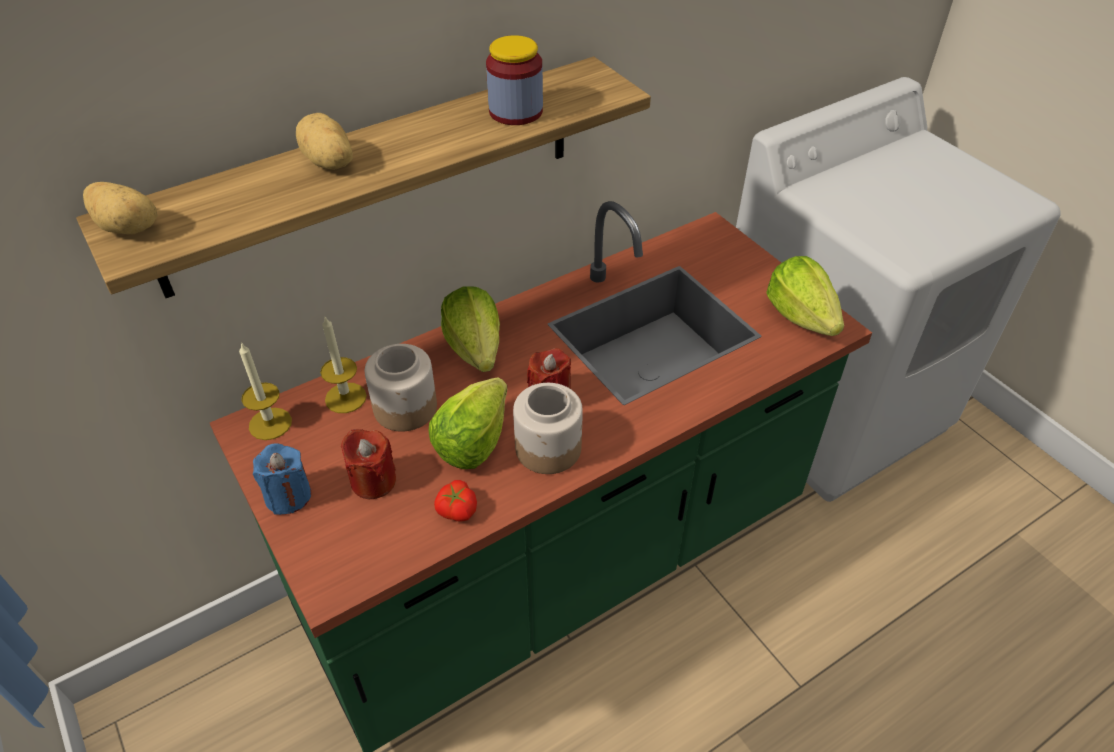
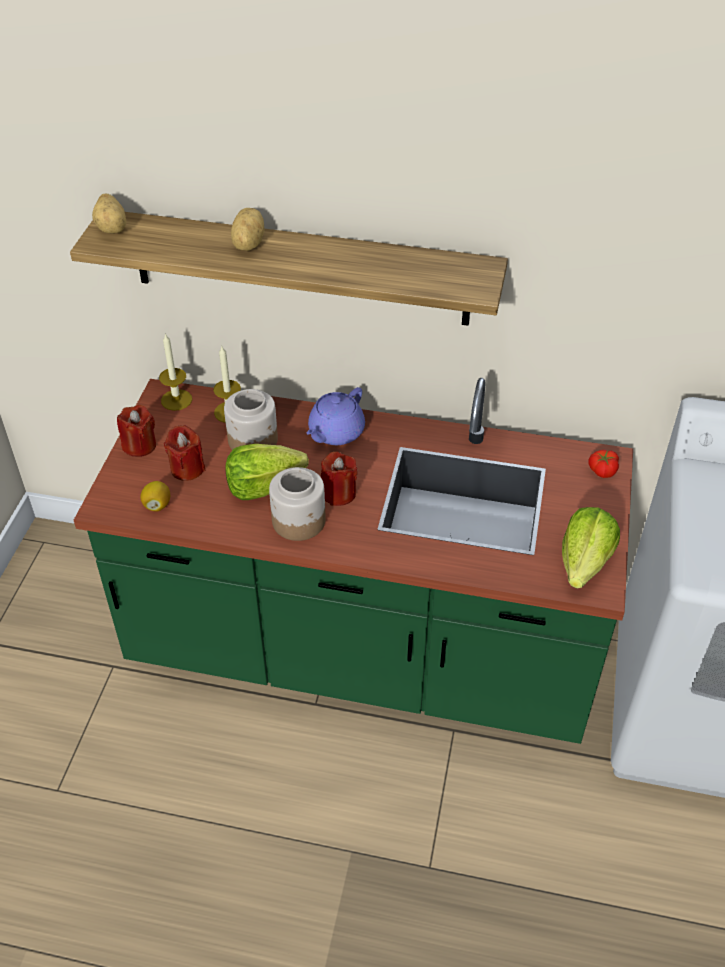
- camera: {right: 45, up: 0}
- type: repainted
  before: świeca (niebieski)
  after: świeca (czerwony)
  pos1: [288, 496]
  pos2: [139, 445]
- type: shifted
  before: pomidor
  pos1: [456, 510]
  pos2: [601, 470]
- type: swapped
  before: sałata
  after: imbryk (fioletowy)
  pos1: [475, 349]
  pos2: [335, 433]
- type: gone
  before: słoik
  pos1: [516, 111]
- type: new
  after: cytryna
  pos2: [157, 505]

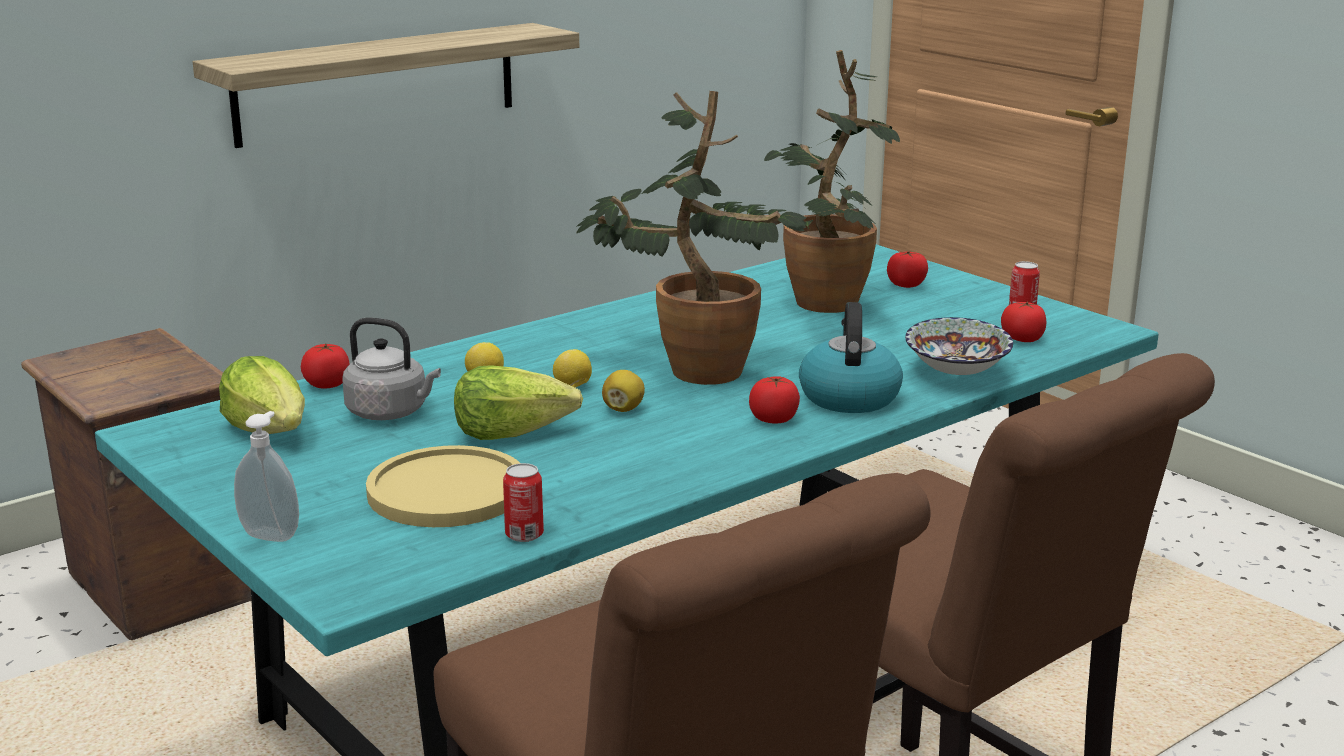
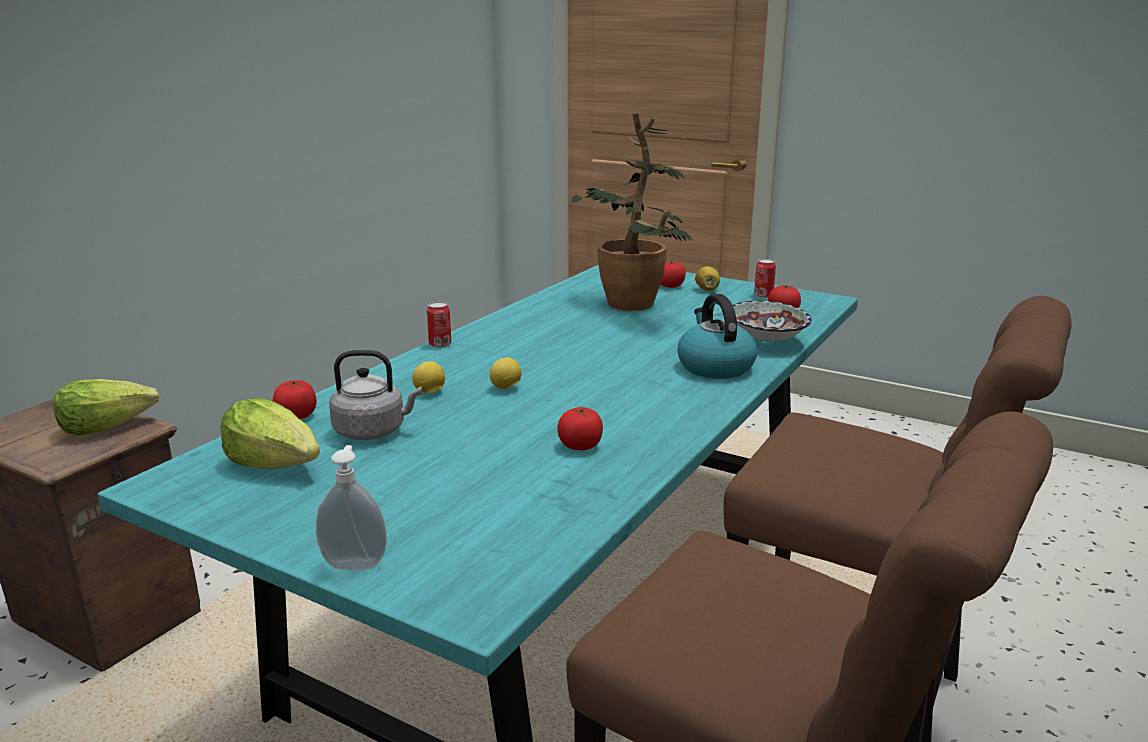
- camera: {right: -20, up: 0}
- type: gone
  before: półka
  pos1: [377, 83]
- type: gone
  before: talerz (żółty)
  pos1: [447, 490]
- type: shifted
  before: sałata
  pos1: [512, 432]
  pos2: [106, 426]
- type: shifted
  before: puszka
  pos1: [524, 535]
  pos2: [440, 344]
- type: gone
  before: roślina doniczkowa
  pos1: [693, 366]
- type: shifted
  before: cytryna
  pos1: [623, 409]
  pos2: [707, 290]
- type: shifted
  before: pomidor
  pos1: [774, 419]
  pos2: [580, 446]

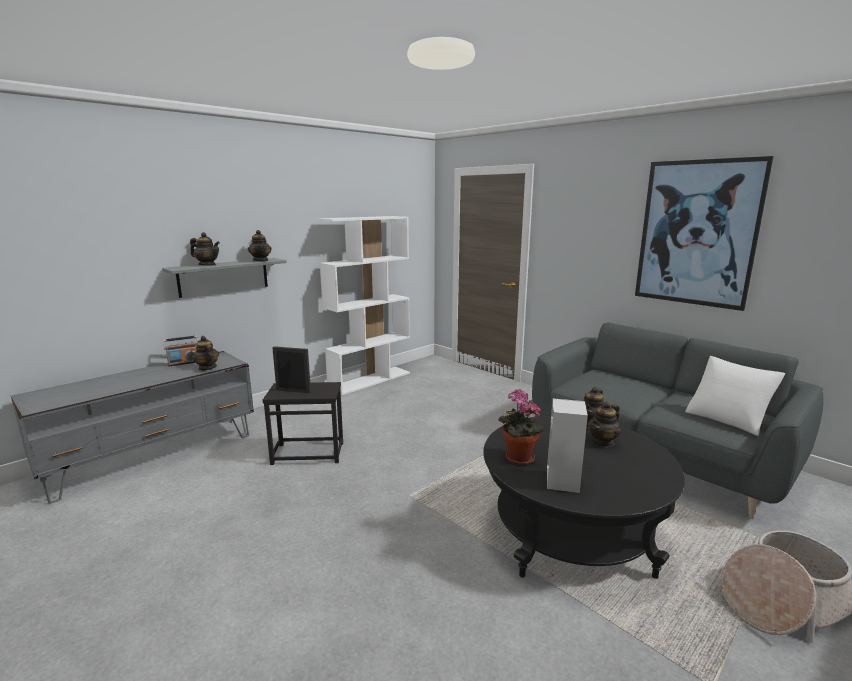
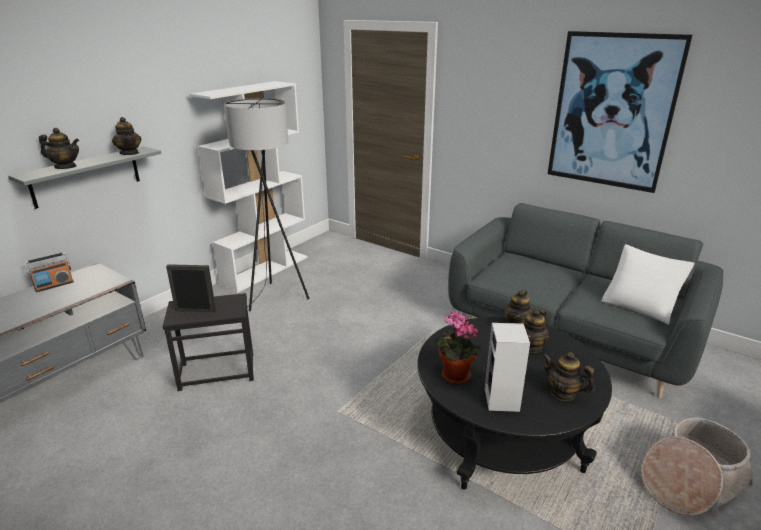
- camera: {right: -10, up: 10}
- type: shifted
  before: imbryk
  pos1: [207, 368]
  pos2: [563, 393]
- type: new
  after: lampa stojąca (szary)
  pos2: [273, 299]

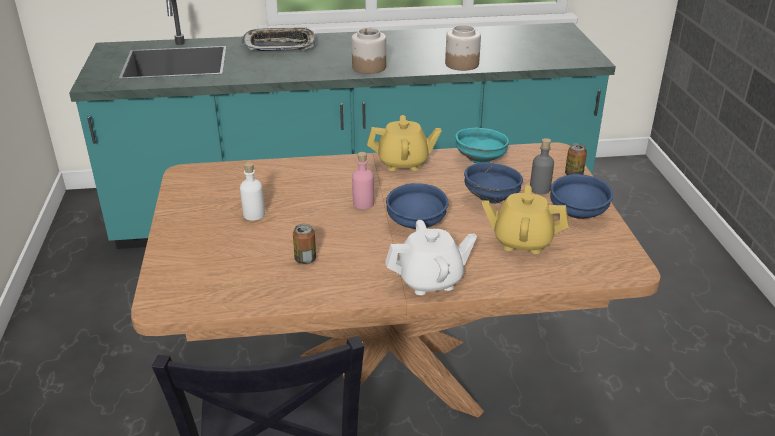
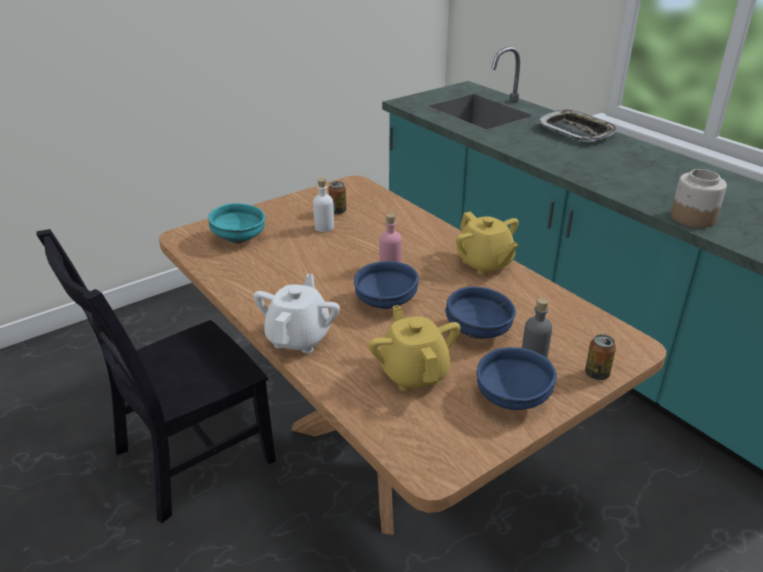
- camera: {right: 60, up: 0}
- type: shifted
  before: puszka
  pos1: [305, 259]
  pos2: [337, 211]
- type: gone
  before: słoik
  pos1: [369, 67]
- type: rotated
  before: imbryk (biały)
  pos1: [430, 280]
  pos2: [299, 338]
  turn: -120
- type: shifted
  before: miska (turkusowy)
  pos1: [481, 159]
  pos2: [240, 238]

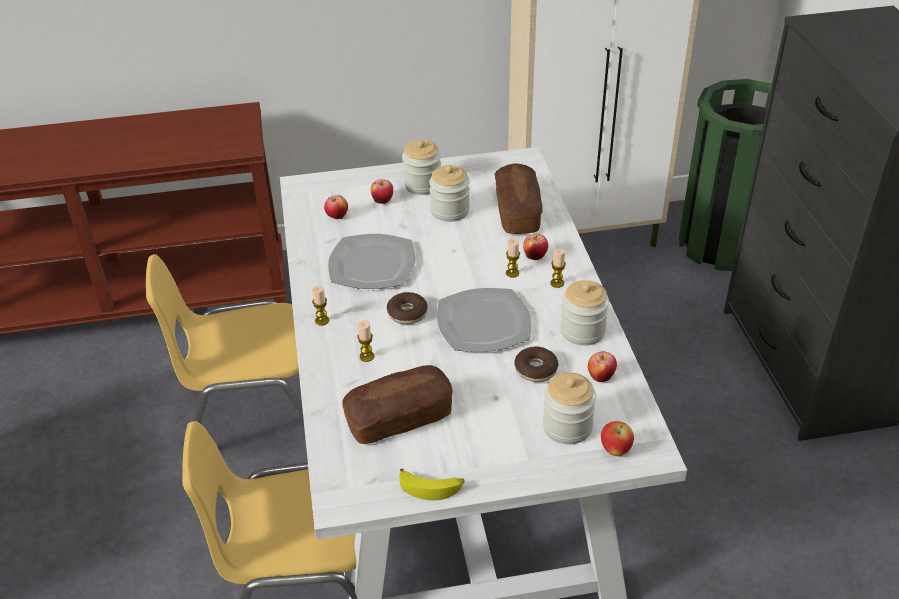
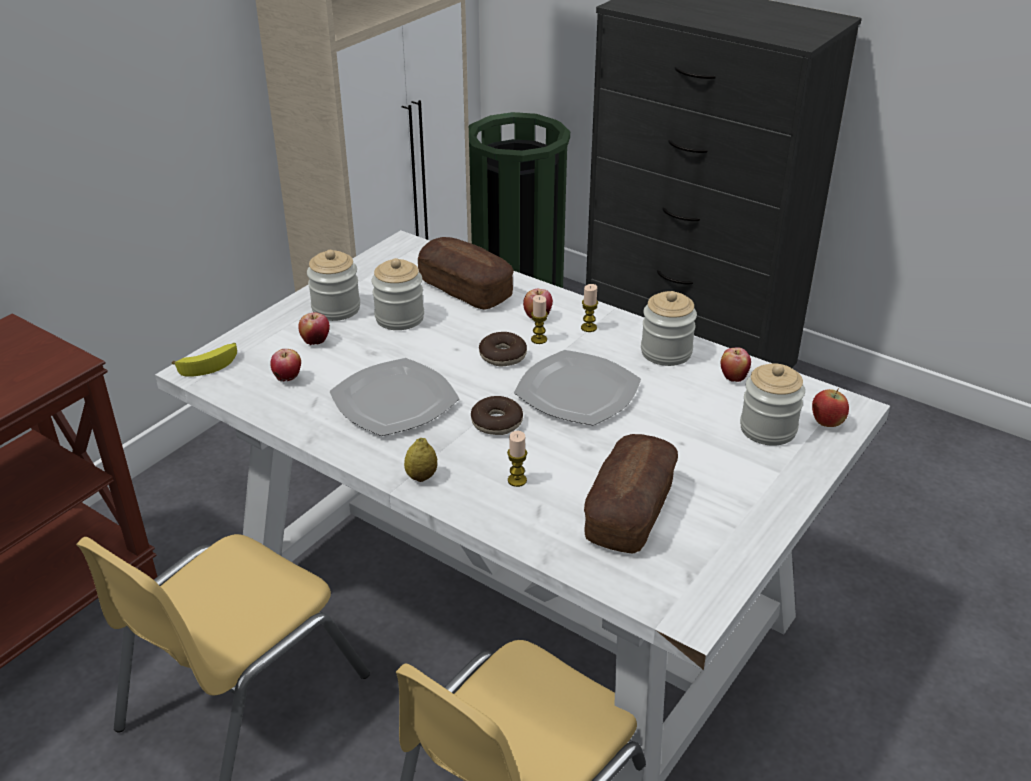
- camera: {right: -45, up: -5}
- type: swapped
  before: świeca
  after: cytryna
  pos1: [322, 320]
  pos2: [421, 476]
- type: shifted
  before: banan
  pos1: [431, 487]
  pos2: [209, 364]
- type: shifted
  before: donut
  pos1: [535, 369]
  pos2: [502, 356]

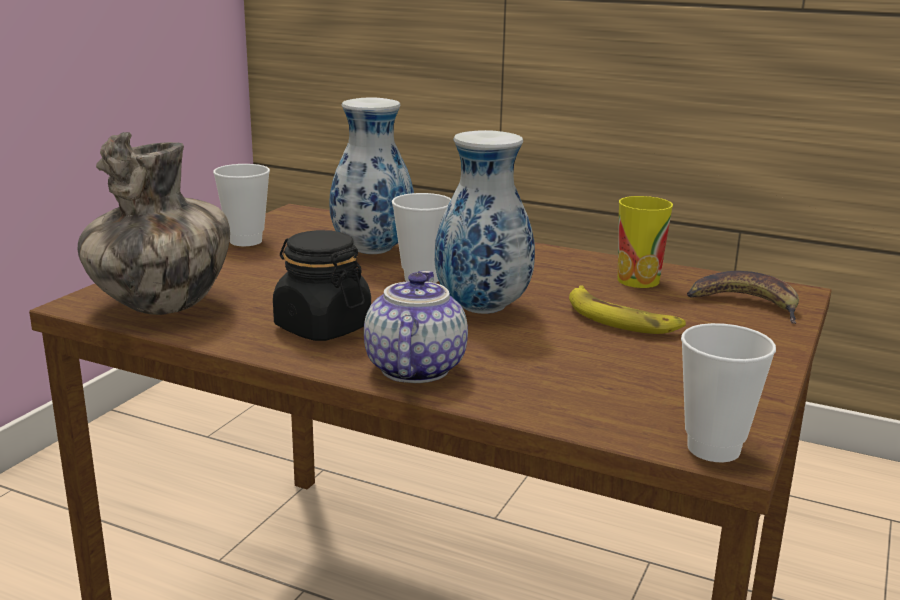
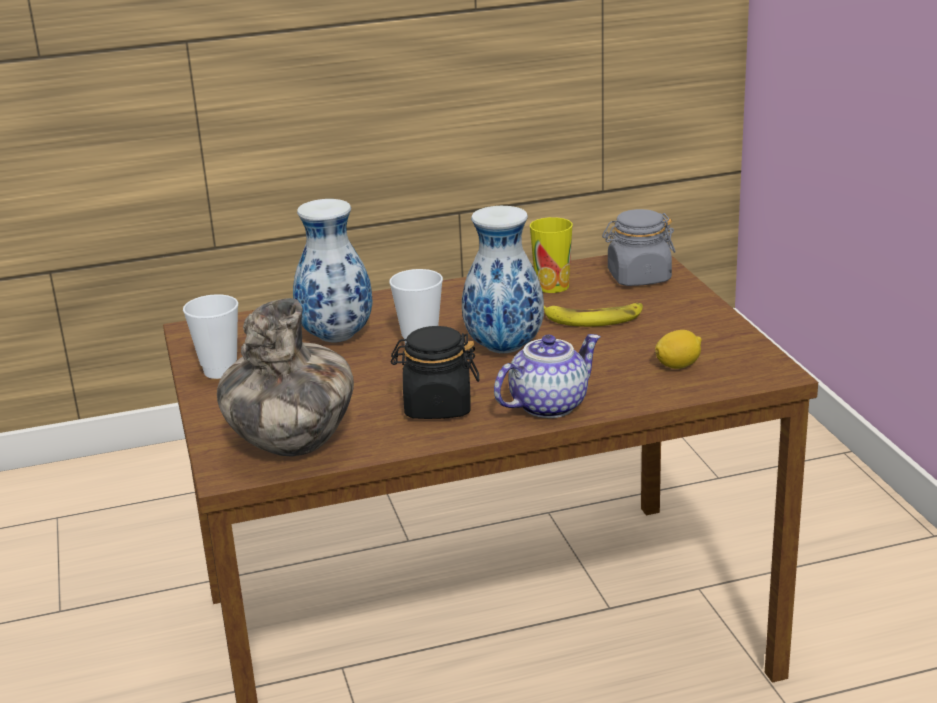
- camera: {right: -40, up: 5}
- type: rotated
  before: imbryk
  pos1: [413, 368]
  pos2: [548, 405]
  turn: 90
- type: gone
  before: filiżanka
  pos1: [713, 449]
- type: swapped
  before: banan
  after: słoik (szary)
  pos1: [745, 304]
  pos2: [638, 277]
- type: new
  after: cytryna
  pos2: [678, 365]

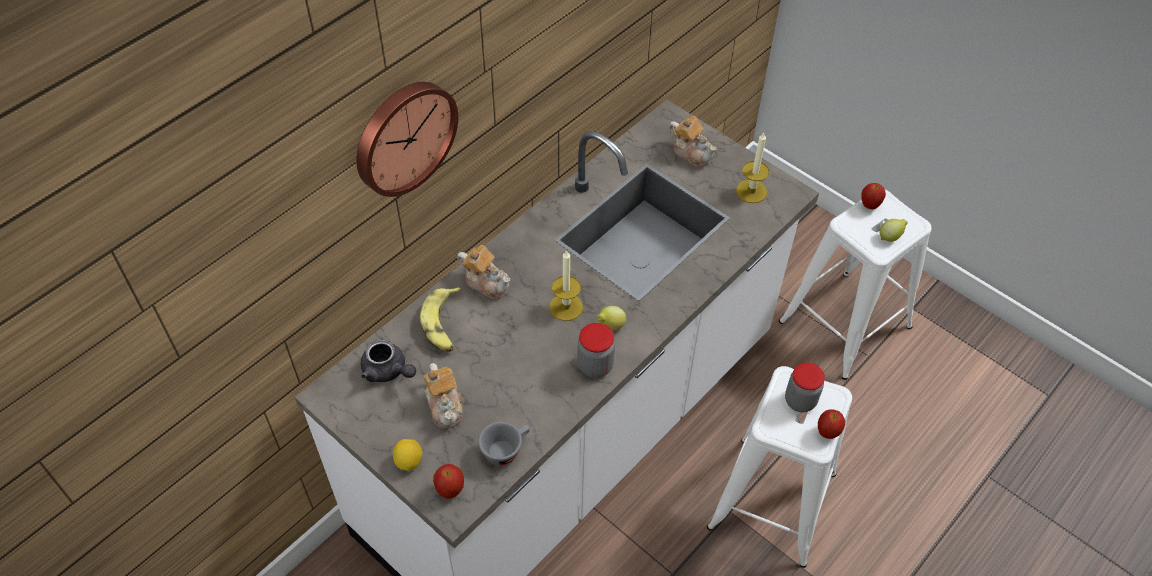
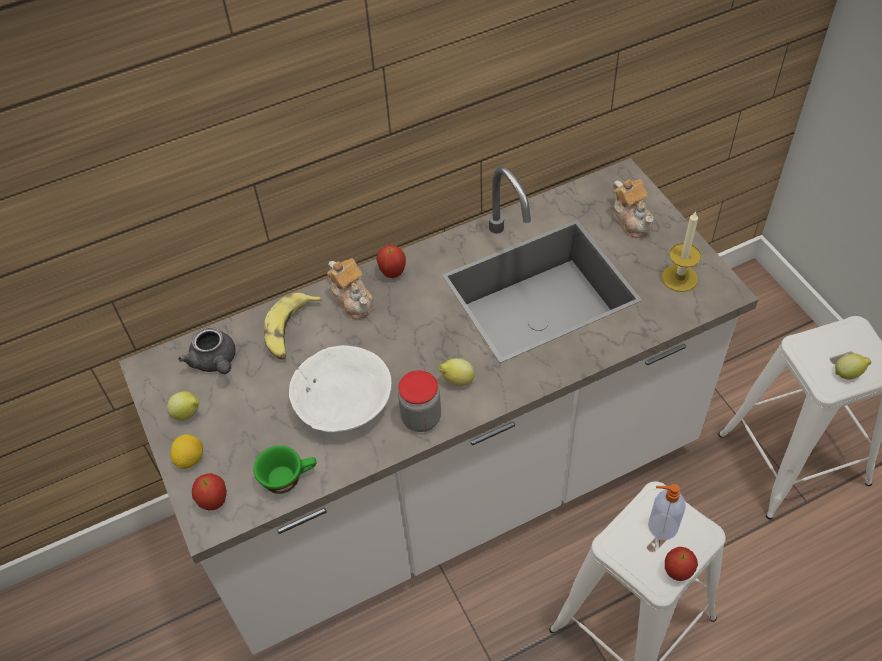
- camera: {right: 25, up: 0}
- type: gone
  before: zegar ścienny
  pos1: [403, 136]
- type: gone
  before: imbryk
  pos1: [445, 405]
- type: repainted
  before: filiżanka (szary)
  after: filiżanka (zielony)
  pos1: [506, 449]
  pos2: [289, 477]
- type: gone
  before: świeca
  pos1: [566, 307]
- type: swapped
  before: słoik
  after: dozownik mydła
  pos1: [800, 401]
  pos2: [661, 526]
- type: shifted
  before: jabłko
  pos1: [869, 205]
  pos2: [392, 273]
- type: new
  after: cytryna
  pos2: [188, 414]
- type: new
  after: miska (biały)
  pos2: [344, 402]

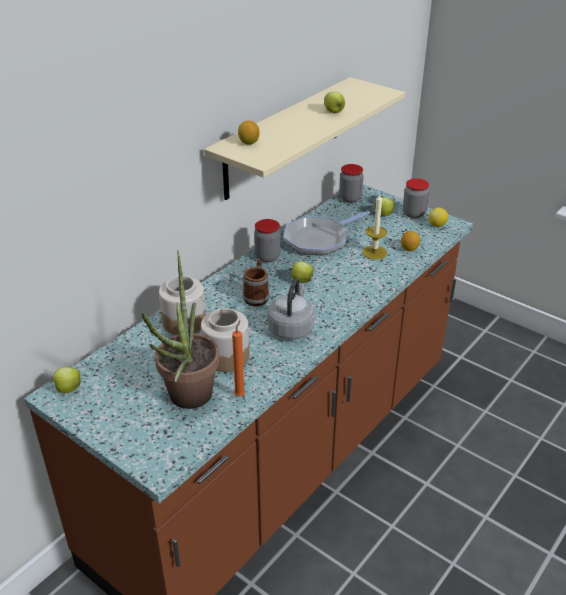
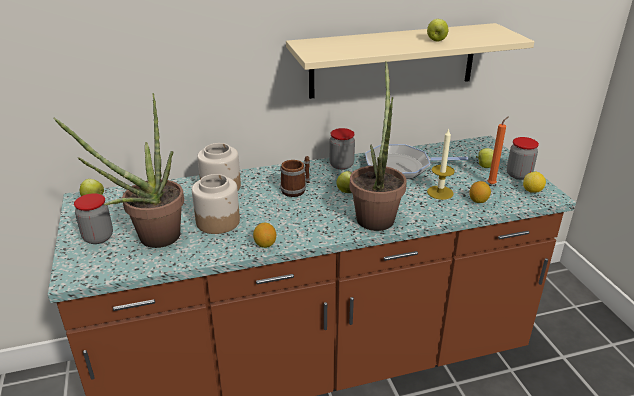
- camera: {right: 35, up: -5}
- type: shifted
  before: świeca (pomarańczowy)
  pos1: [240, 394]
  pos2: [492, 184]
- type: shifted
  before: cytryna
  pos1: [248, 142]
  pos2: [265, 244]
- type: gone
  before: czajnik (szary)
  pos1: [291, 328]
- type: shifted
  before: słoik
  pos1: [350, 198]
  pos2: [98, 237]
- type: new
  after: roślina doniczkowa
  pos2: [376, 215]

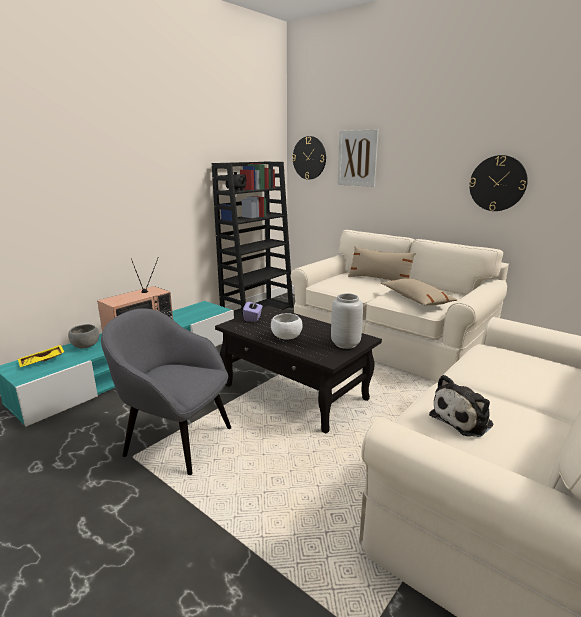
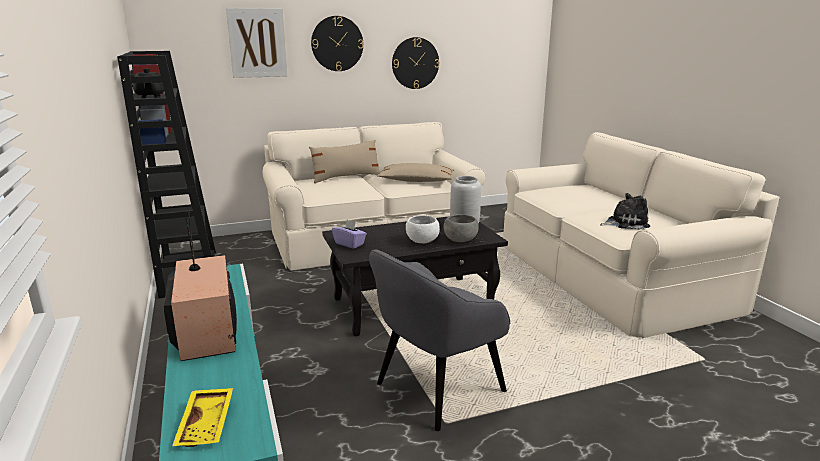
- camera: {right: -60, up: 0}
- type: shifted
  before: miska (szary)
  pos1: [85, 346]
  pos2: [460, 240]
- type: shifted
  before: zegar ścienny
  pos1: [309, 158]
  pos2: [337, 43]
- type: rotated
  before: pluszak
  pos1: [464, 419]
  pos2: [625, 223]
  turn: -90

